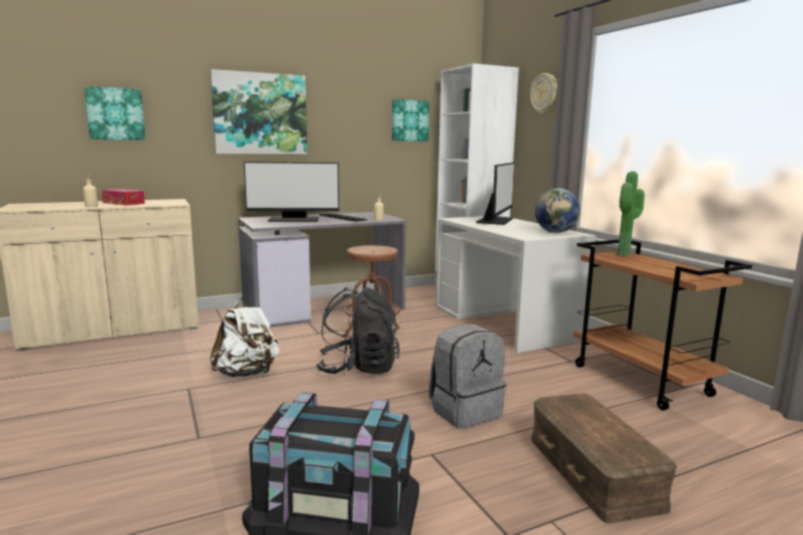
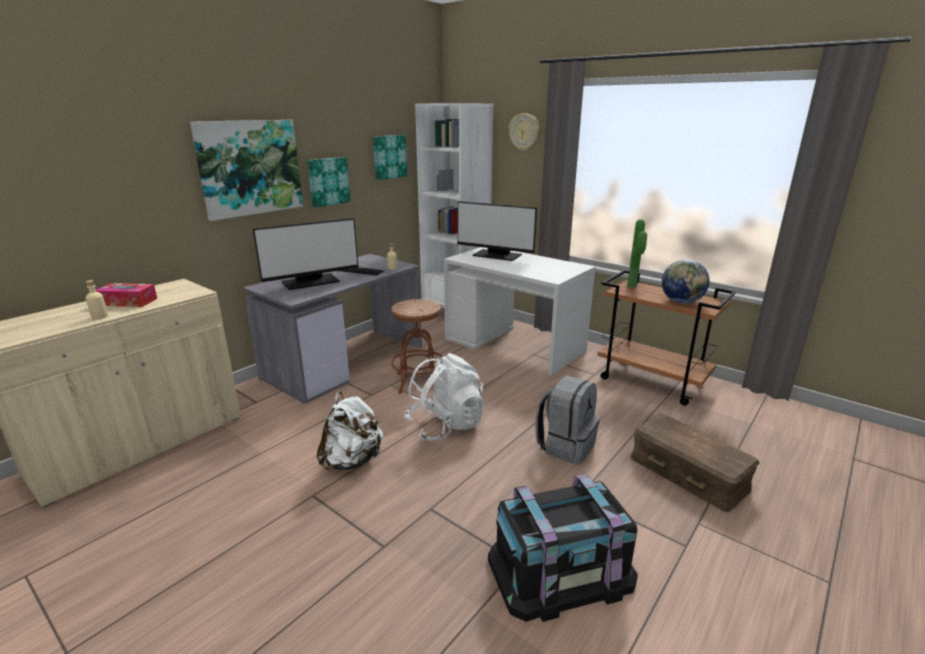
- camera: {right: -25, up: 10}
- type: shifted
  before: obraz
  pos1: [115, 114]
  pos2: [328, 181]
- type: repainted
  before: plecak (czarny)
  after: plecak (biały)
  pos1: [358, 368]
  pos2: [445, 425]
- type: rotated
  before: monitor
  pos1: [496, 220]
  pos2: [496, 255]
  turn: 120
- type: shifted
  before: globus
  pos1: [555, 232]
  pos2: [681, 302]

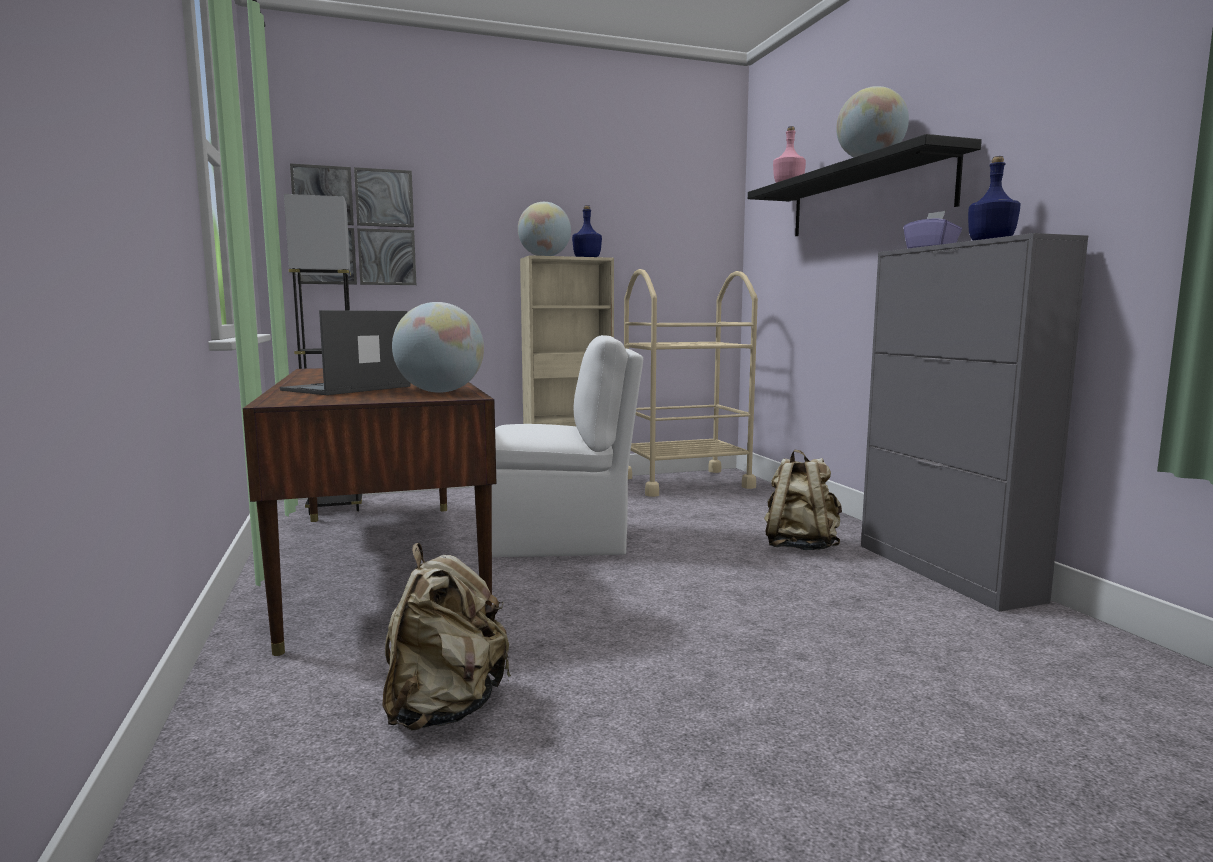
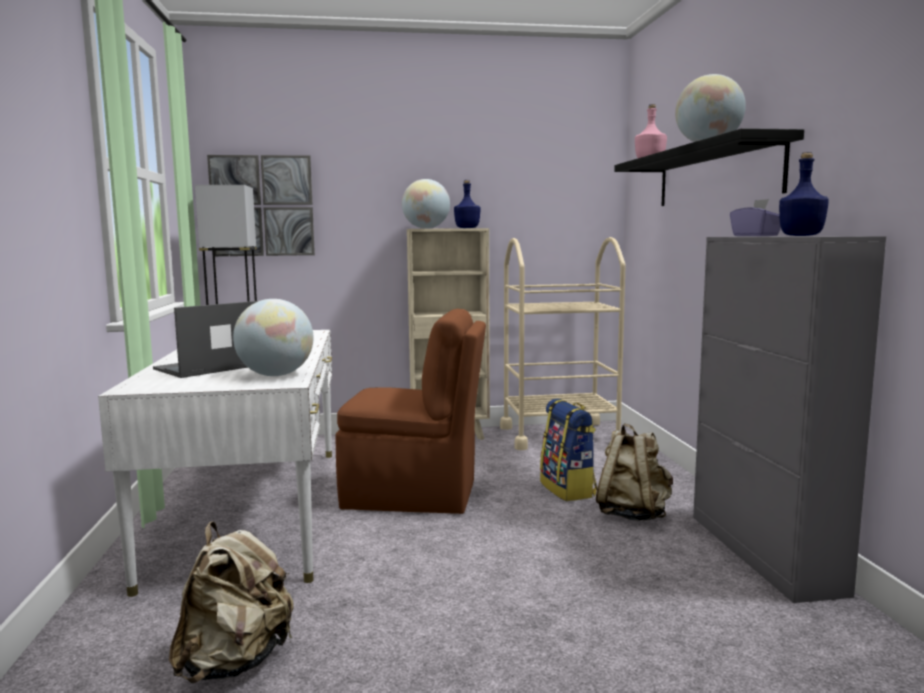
- camera: {right: 10, up: 0}
- type: repainted
  before: biurko (brązowy)
  after: biurko (biały)
  pos1: [383, 563]
  pos2: [253, 509]
- type: repainted
  before: krzesło (biały)
  after: krzesło (brązowy)
  pos1: [561, 540]
  pos2: [414, 495]
- type: new
  after: plecak
  pos2: [568, 489]

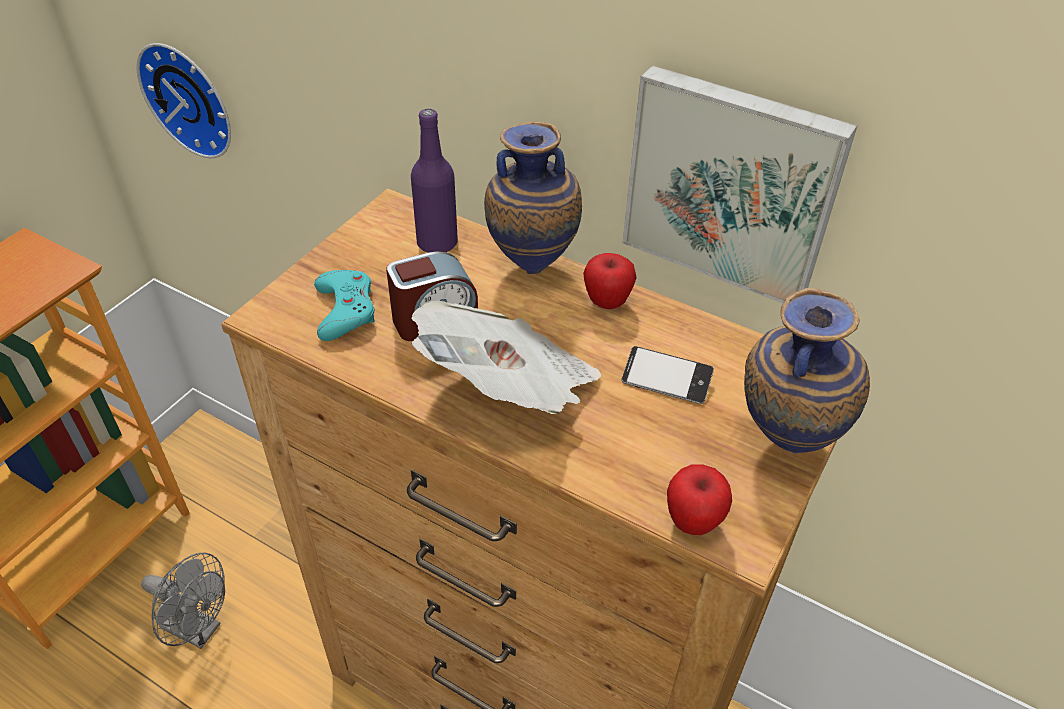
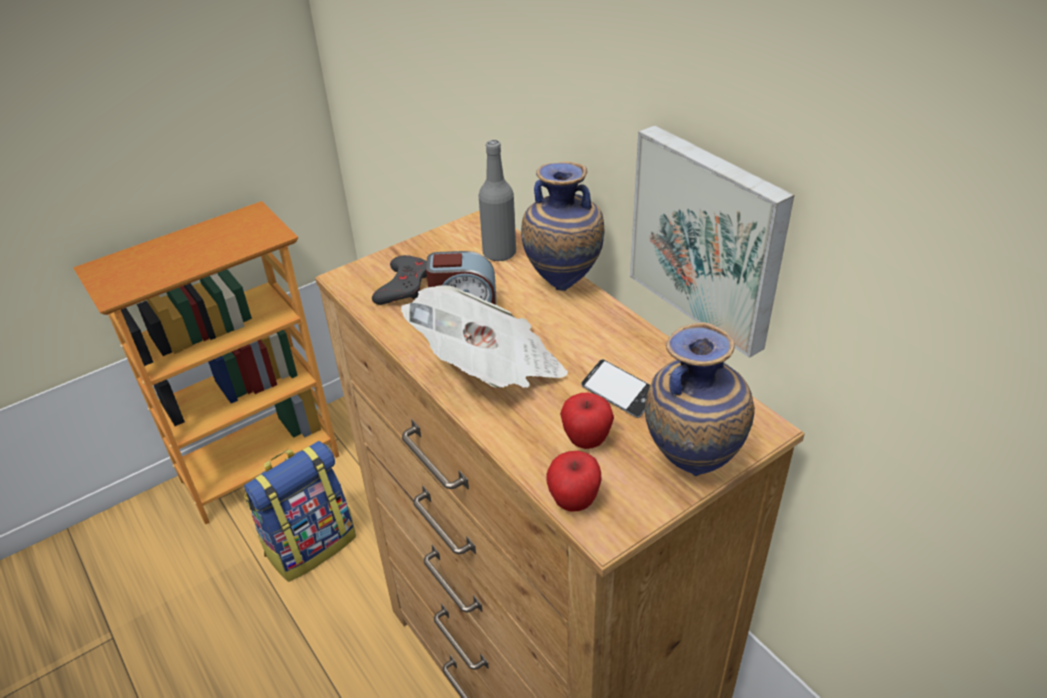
- camera: {right: 25, up: -5}
- type: gone
  before: zegar ścienny
  pos1: [191, 98]
- type: swapped
  before: wentylator (szary)
  after: plecak
  pos1: [199, 629]
  pos2: [311, 544]
- type: repainted
  before: pad do gier (turkusowy)
  after: pad do gier (szary)
  pos1: [345, 310]
  pos2: [403, 286]
- type: repainted
  before: butelka (fioletowy)
  after: butelka (szary)
  pos1: [437, 243]
  pos2: [499, 253]
- type: shifted
  before: jabłko
  pos1: [607, 302]
  pos2: [586, 440]

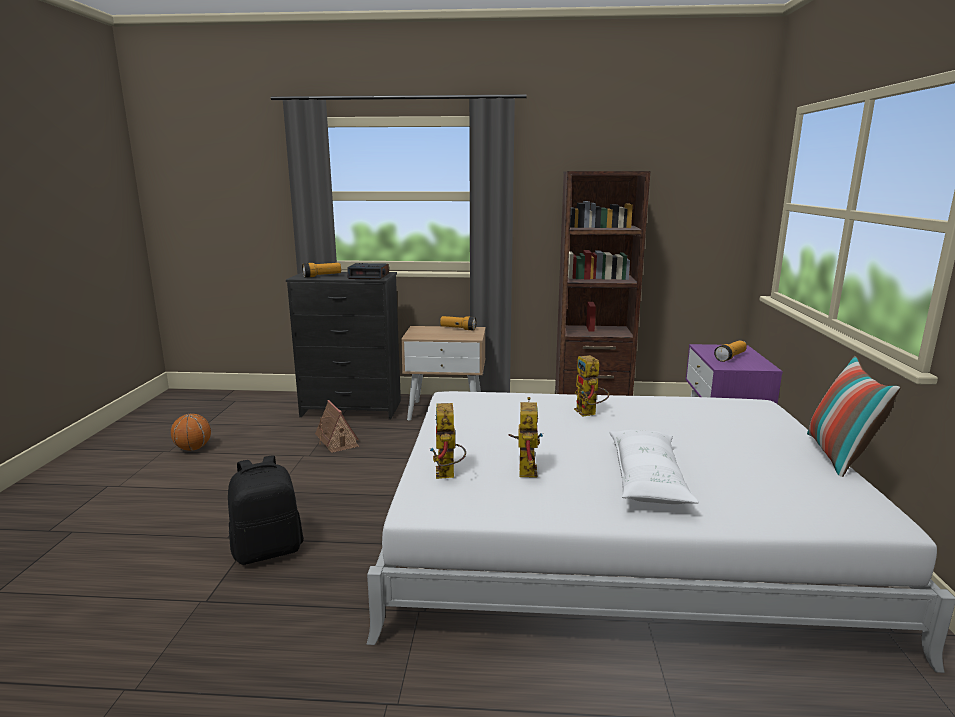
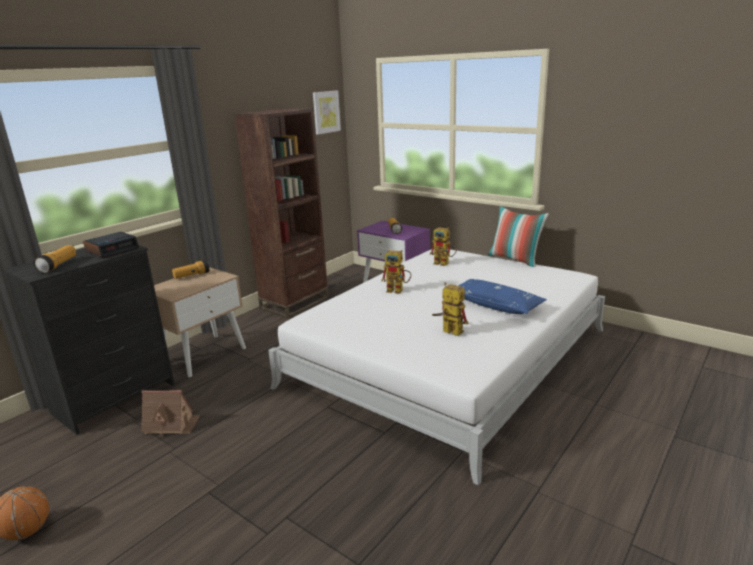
- camera: {right: -55, up: 5}
- type: gone
  before: plecak (czarny)
  pos1: [268, 550]
- type: shifted
  before: robot zabawkowy
  pos1: [448, 475]
  pos2: [444, 263]
- type: repainted
  before: poduszka (biały)
  after: poduszka (niebieski)
  pos1: [648, 479]
  pos2: [495, 305]
- type: new
  after: obraz
  pos2: [326, 112]

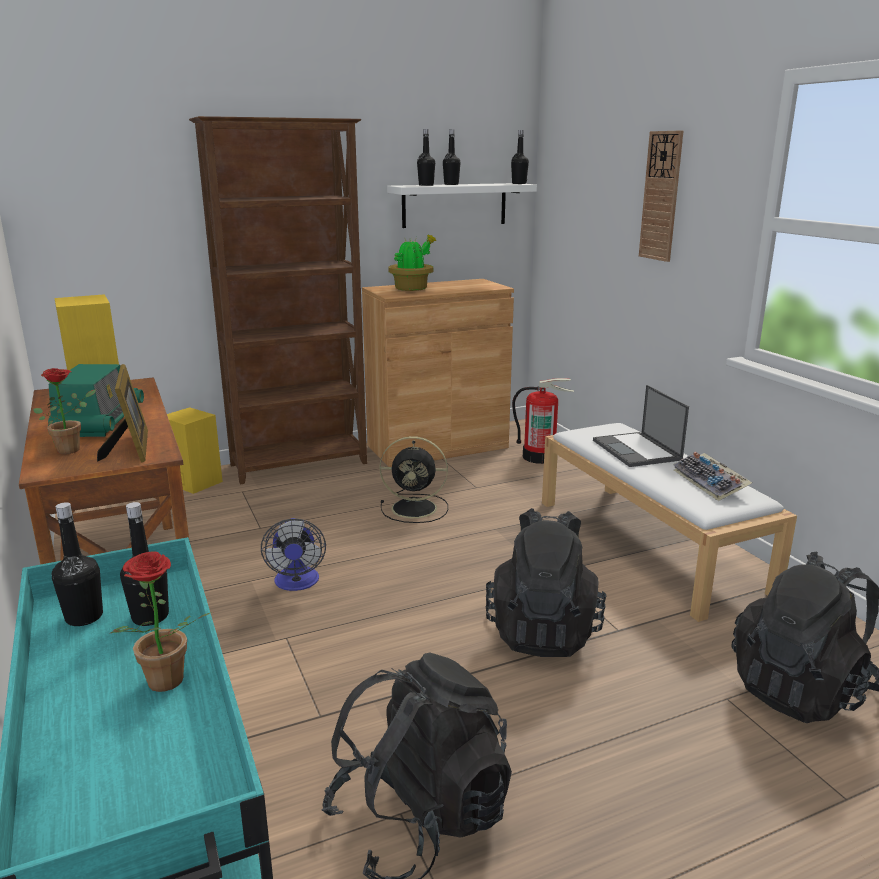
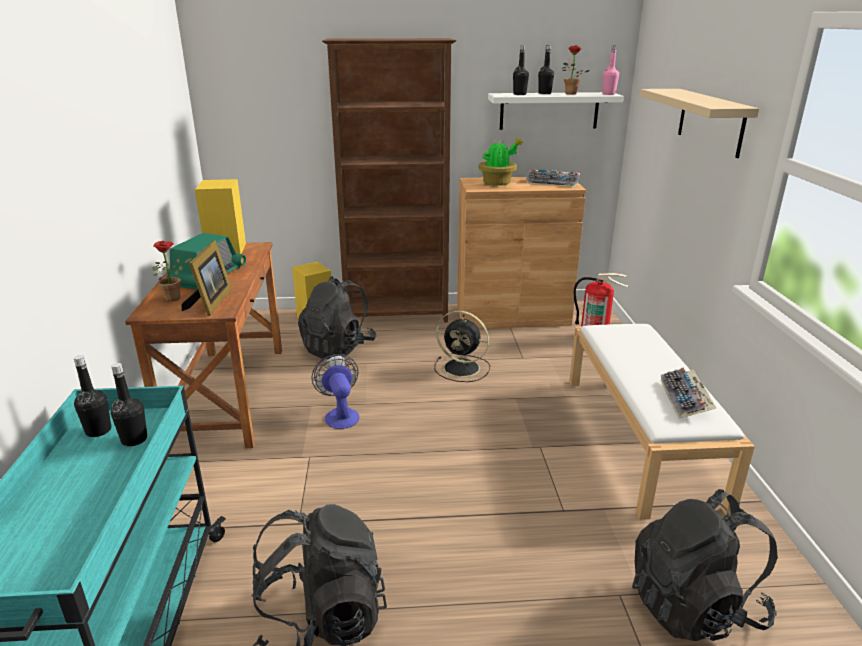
- camera: {right: 20, up: 5}
- type: shifted
  before: roślina doniczkowa
  pos1: [163, 686]
  pos2: [570, 94]
- type: rotated
  before: wentylator
  pos1: [297, 583]
  pos2: [340, 414]
  turn: 150
- type: shifted
  before: plecak (czarny)
  pos1: [543, 631]
  pos2: [338, 348]
- type: repainted
  before: butelka (czarny)
  after: butelka (różowy)
  pos1: [519, 183]
  pos2: [608, 94]
- type: gone
  before: laptop
  pos1: [637, 450]
- type: swapped
  before: zegar ścienny
  after: półka (beżowy)
  pos1: [661, 196]
  pos2: [710, 121]
- type: new
  after: klawiatura
  pos2: [553, 183]

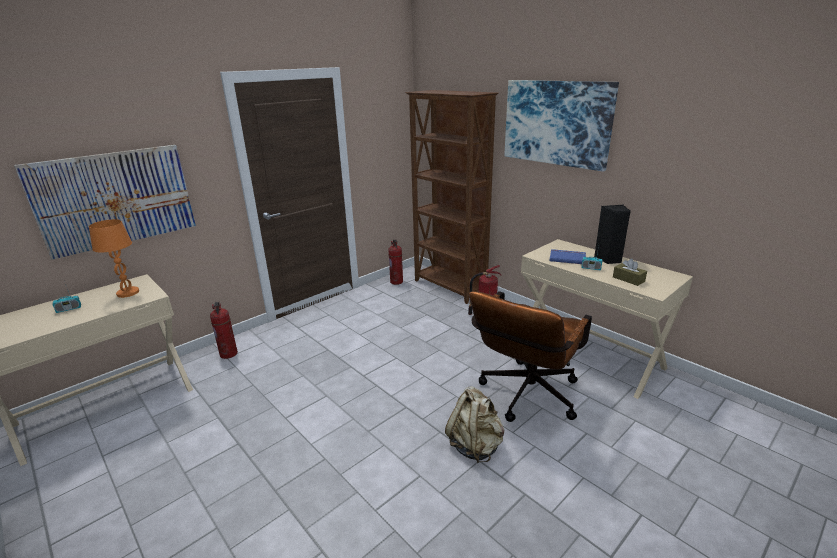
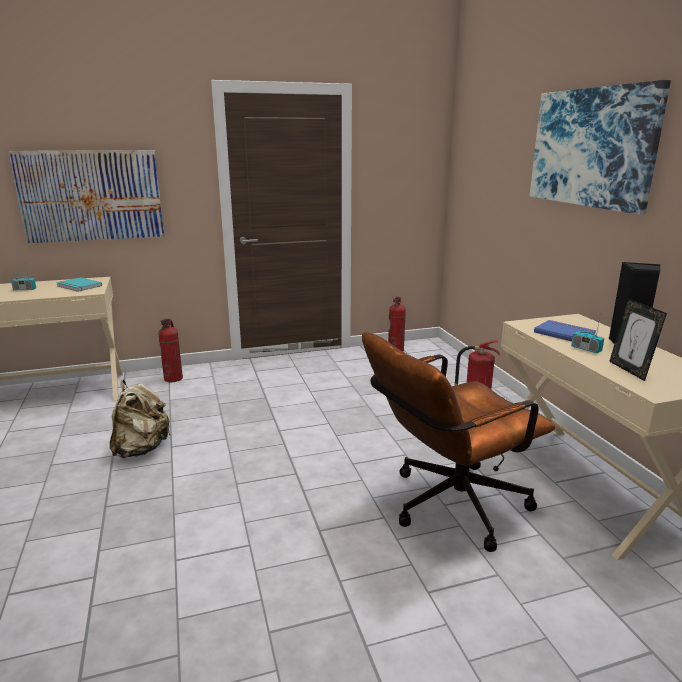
- camera: {right: 25, up: -5}
- type: swapped
  before: lampa stołowa (pomarańczowy)
  after: książka (turkusowy)
  pos1: [128, 293]
  pos2: [78, 286]
- type: gone
  before: regał (brązowy)
  pos1: [449, 287]
- type: shifted
  before: plecak (beżowy)
  pos1: [475, 445]
  pos2: [141, 449]
- type: swapped
  before: pudełko chusteczek (brązowy)
  after: ramka na zdjęcie
  pos1: [628, 279]
  pos2: [629, 370]

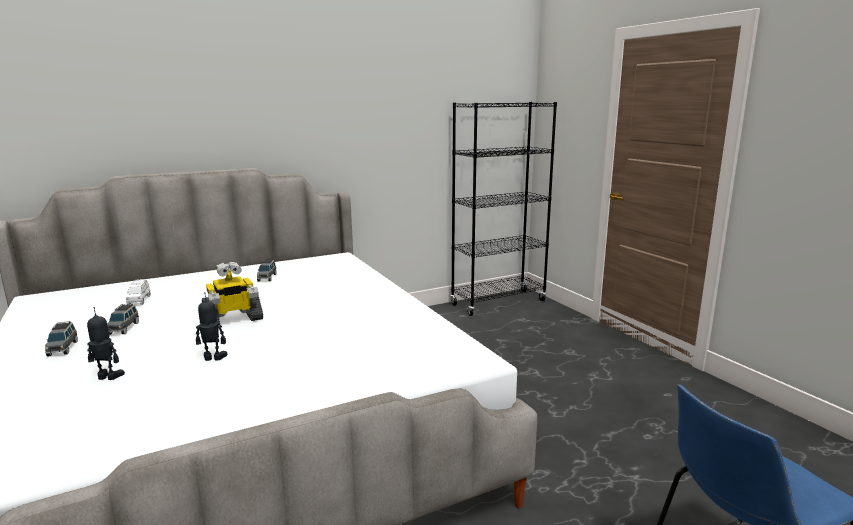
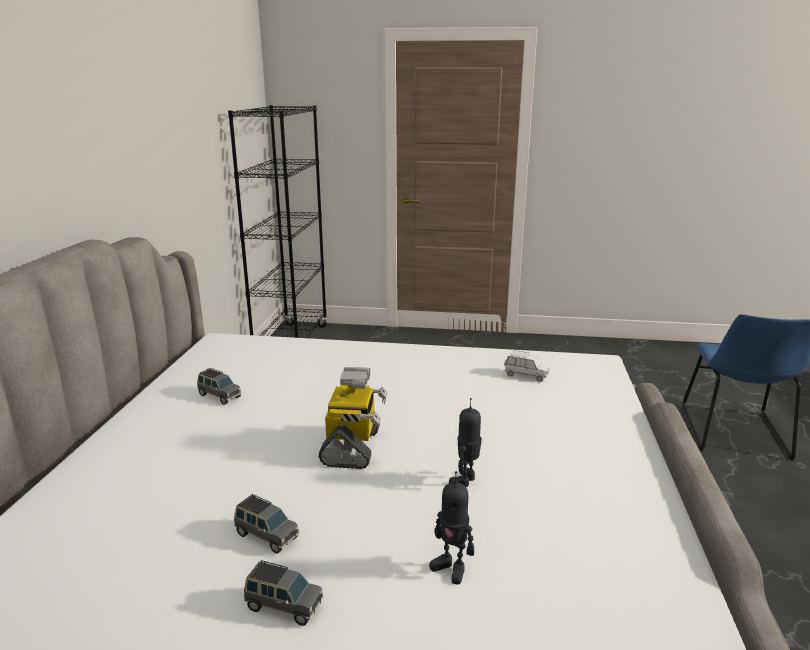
- camera: {right: -55, up: 5}
- type: rotated
  before: robot zabawkowy
  pos1: [108, 377]
  pos2: [451, 568]
  turn: -90
- type: shifted
  before: samochodzik (biały)
  pos1: [139, 300]
  pos2: [525, 375]

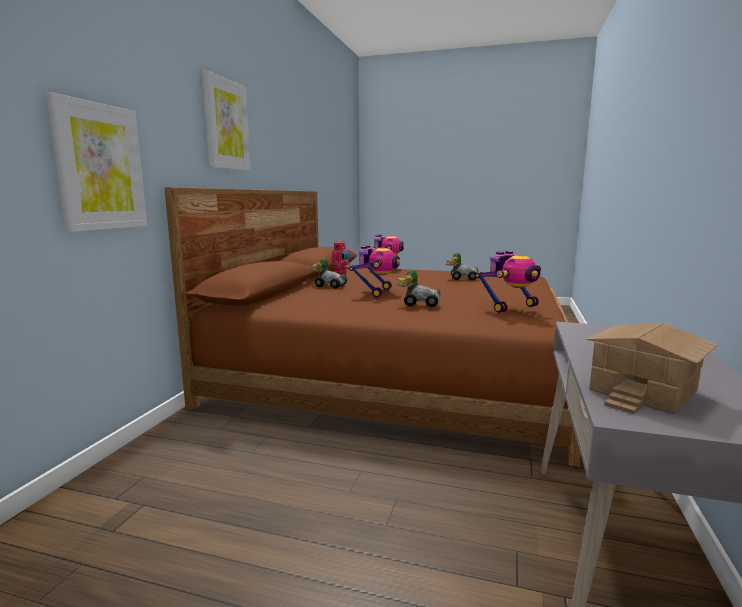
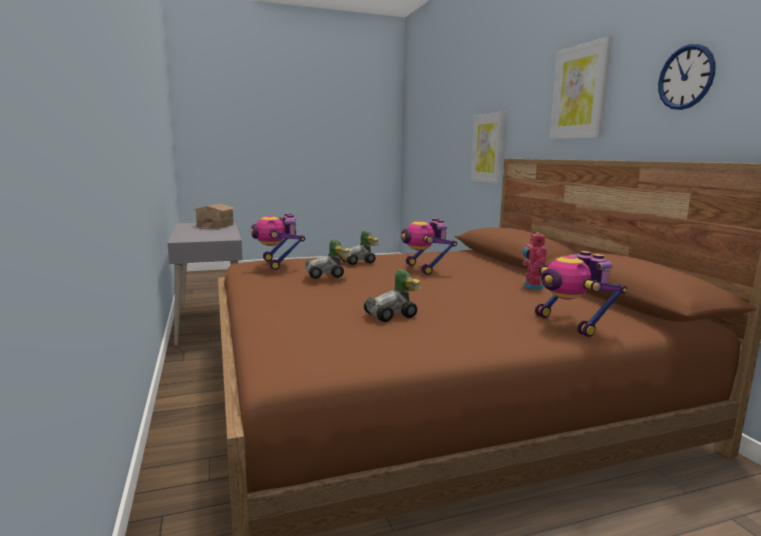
- camera: {right: 145, up: 0}
- type: shifted
  before: samochodzik
  pos1: [329, 286]
  pos2: [327, 275]
- type: rotated
  before: robot zabawkowy
  pos1: [511, 307]
  pos2: [278, 264]
  turn: -45
- type: new
  after: zegar ścienny
  pos2: [686, 77]

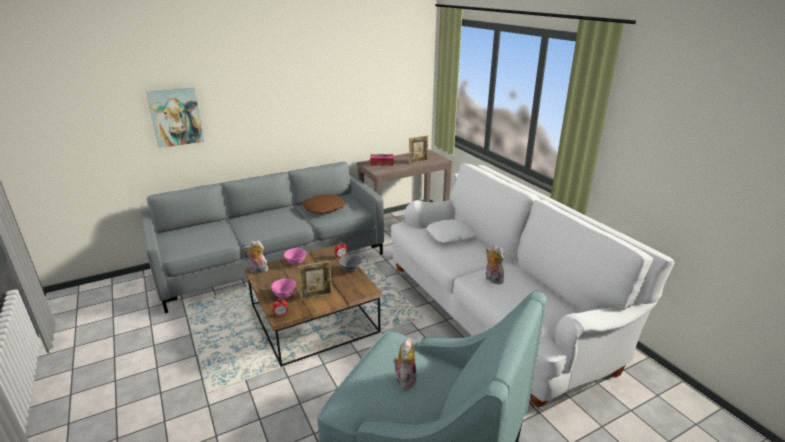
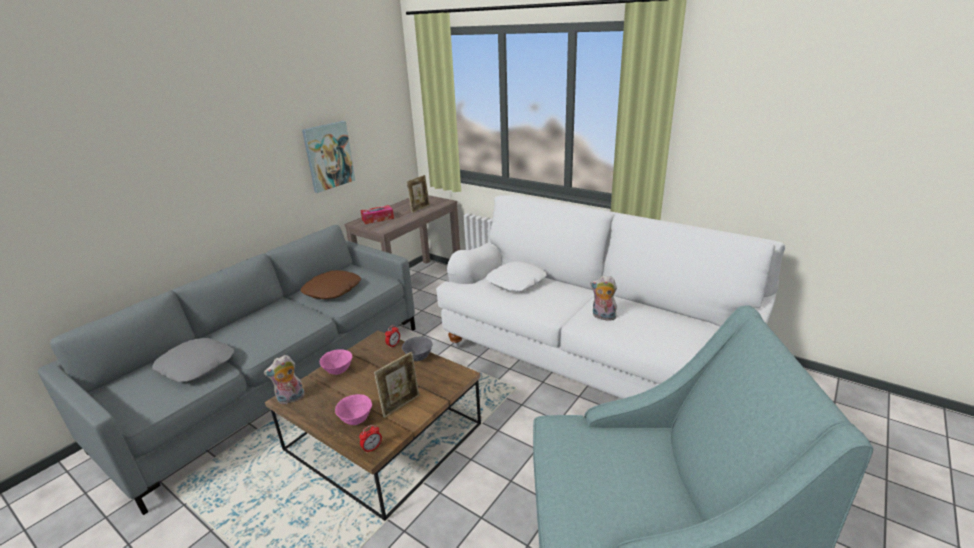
- camera: {right: -25, up: 0}
- type: shifted
  before: obraz
  pos1: [176, 117]
  pos2: [328, 156]
- type: gone
  before: pluszak
  pos1: [404, 379]
- type: new
  after: poduszka (szary)
  pos2: [197, 365]

